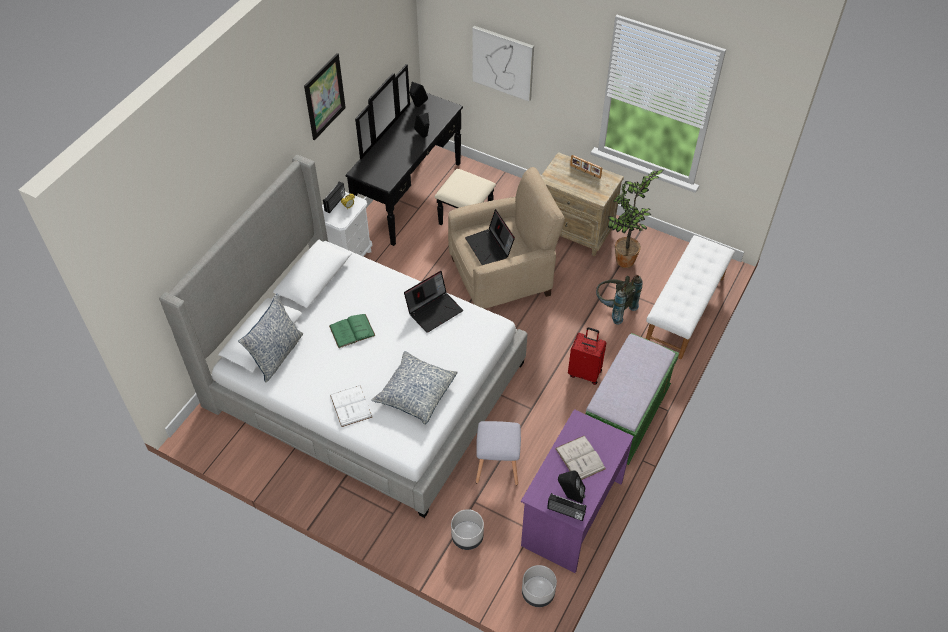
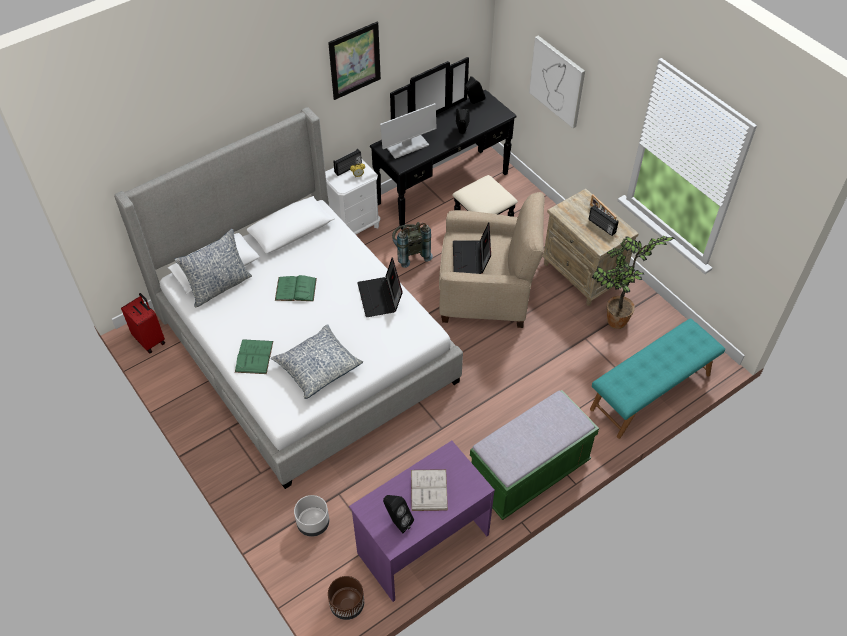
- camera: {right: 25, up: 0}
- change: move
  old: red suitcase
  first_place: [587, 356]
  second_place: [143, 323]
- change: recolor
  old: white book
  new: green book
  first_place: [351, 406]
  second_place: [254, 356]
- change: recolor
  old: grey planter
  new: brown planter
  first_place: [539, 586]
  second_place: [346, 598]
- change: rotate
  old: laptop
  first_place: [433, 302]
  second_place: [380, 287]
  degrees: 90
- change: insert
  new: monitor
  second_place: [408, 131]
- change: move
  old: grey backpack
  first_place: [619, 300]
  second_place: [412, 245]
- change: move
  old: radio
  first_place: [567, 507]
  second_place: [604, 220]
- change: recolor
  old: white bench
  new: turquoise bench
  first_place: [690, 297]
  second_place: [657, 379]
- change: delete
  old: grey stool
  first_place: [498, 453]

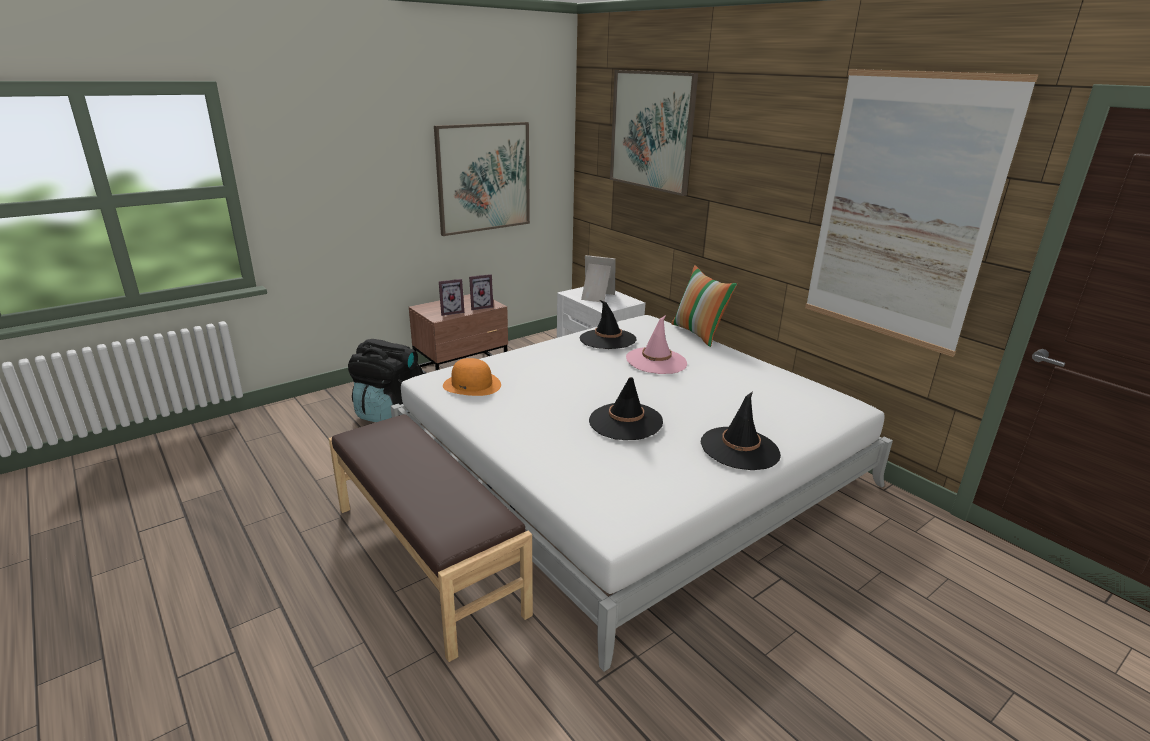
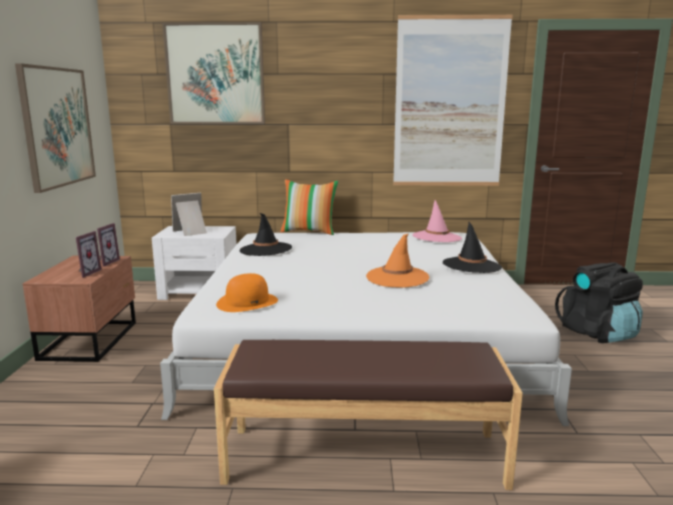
- camera: {right: -50, up: -10}
- change: recolor
  old: black hat
  new: orange hat
  first_place: [626, 408]
  second_place: [397, 261]
- change: move
  old: pink hat
  first_place: [656, 344]
  second_place: [437, 221]
- change: move
  old: black backpack
  first_place: [385, 380]
  second_place: [599, 302]

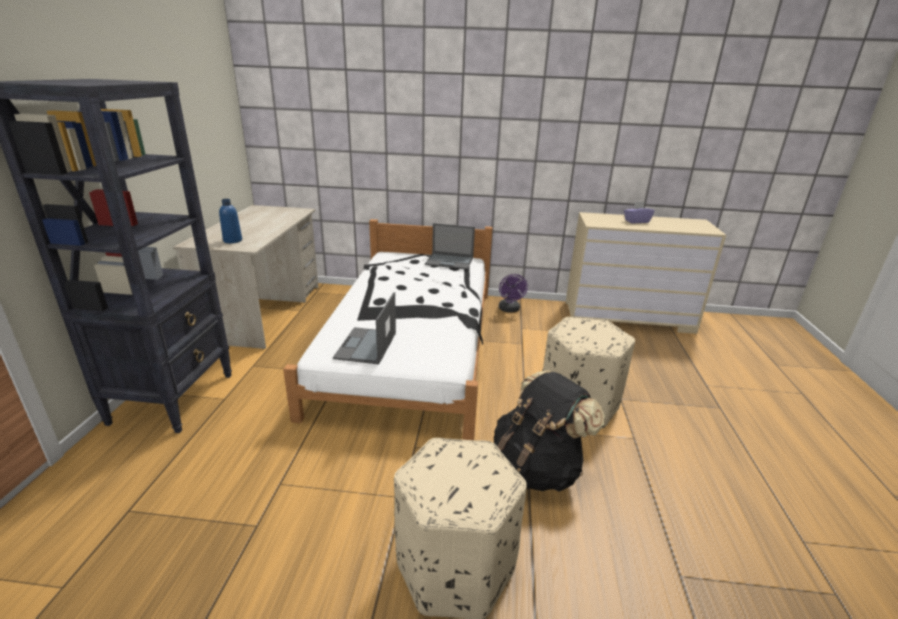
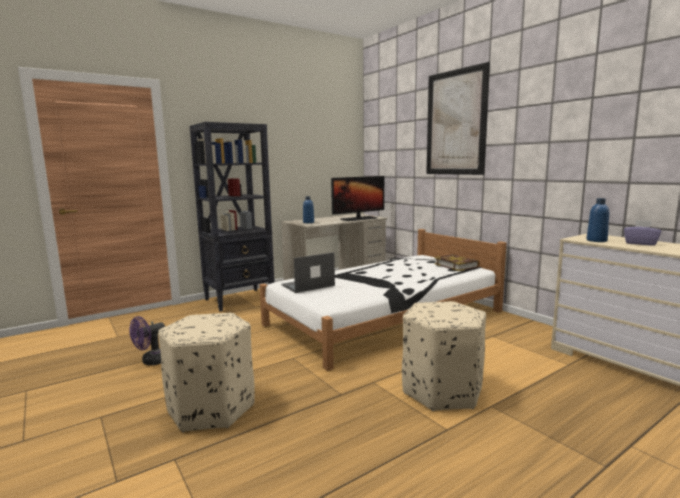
- camera: {right: 50, up: -15}
- change: move
  old: purple fan
  first_place: [513, 293]
  second_place: [147, 340]
- change: insert
  new: monitor
  second_place: [357, 198]
- change: insert
  new: picture
  second_place: [458, 118]
- change: replace
  old: laptop
  new: book
  first_place: [450, 246]
  second_place: [457, 262]
- change: insert
  new: blue bottle
  second_place: [597, 220]
- change: delete
  old: black backpack
  first_place: [549, 430]

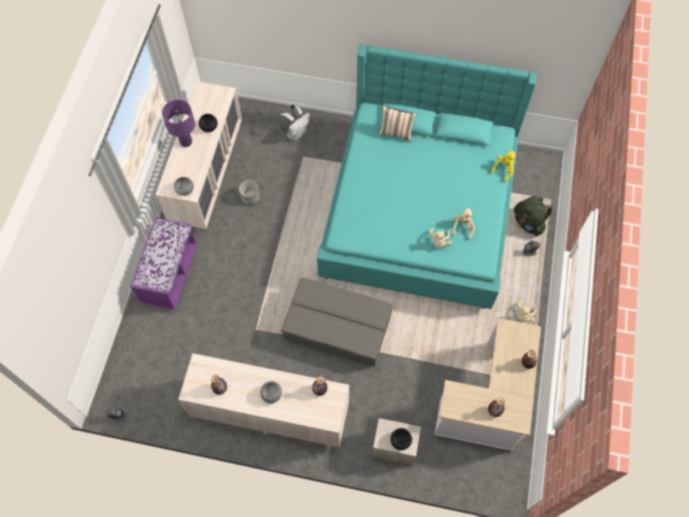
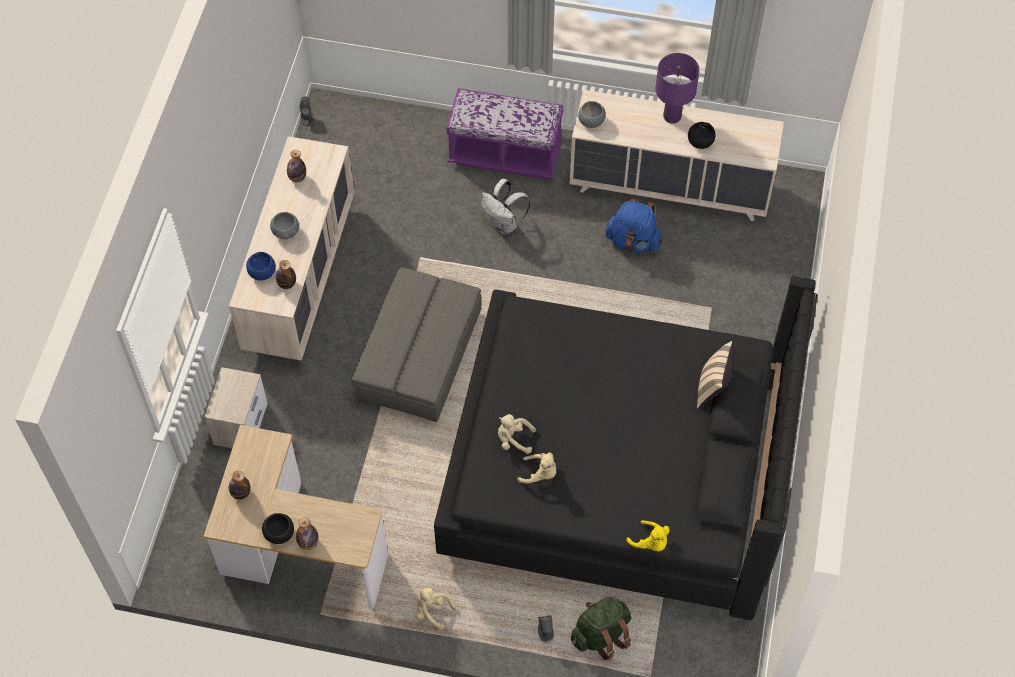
- camera: {right: 90, up: -5}
- change: insert
  new: blue bowl
  second_place: [261, 266]
- change: move
  old: black bowl
  first_place: [401, 439]
  second_place: [278, 528]
- change: recolor
  old: turquoise bed
  new: black bed
  first_place: [427, 176]
  second_place: [626, 448]
- change: move
  old: white backpack
  first_place: [294, 122]
  second_place: [505, 207]
- change: replace
  old: planter
  new: blue backpack
  first_place: [249, 192]
  second_place: [634, 225]

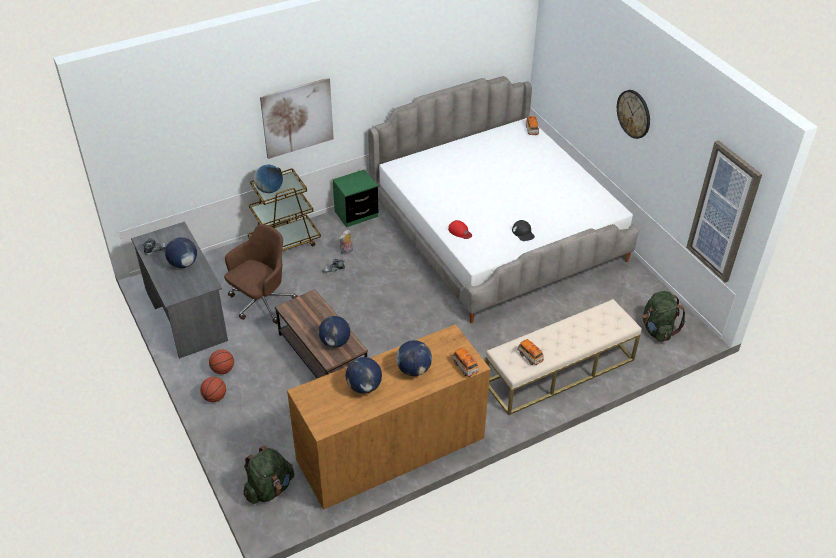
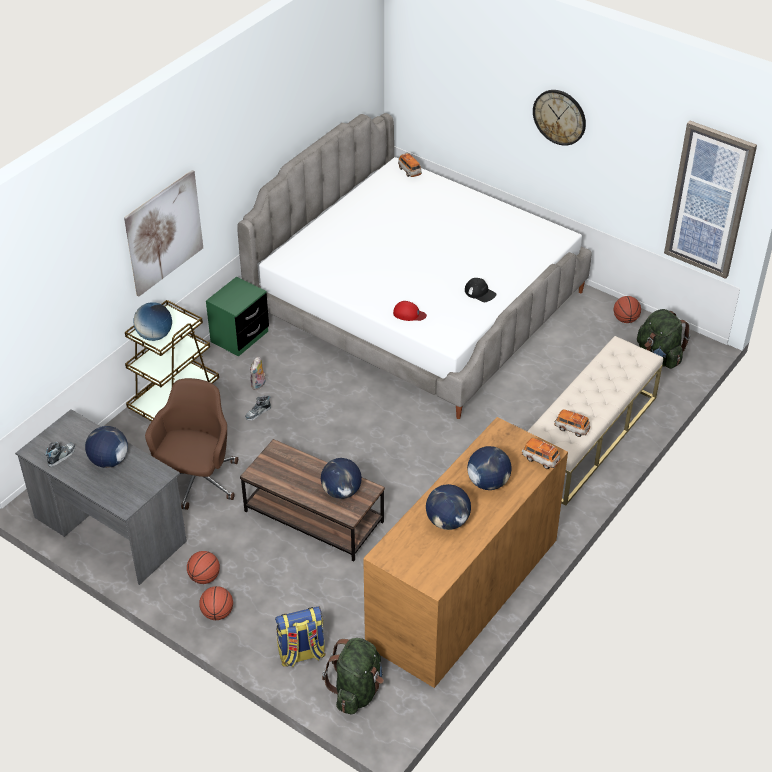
- camera: {right: -25, up: 0}
- change: insert
  new: backpack
  second_place: [300, 637]
- change: insert
  new: basketball
  second_place: [627, 309]

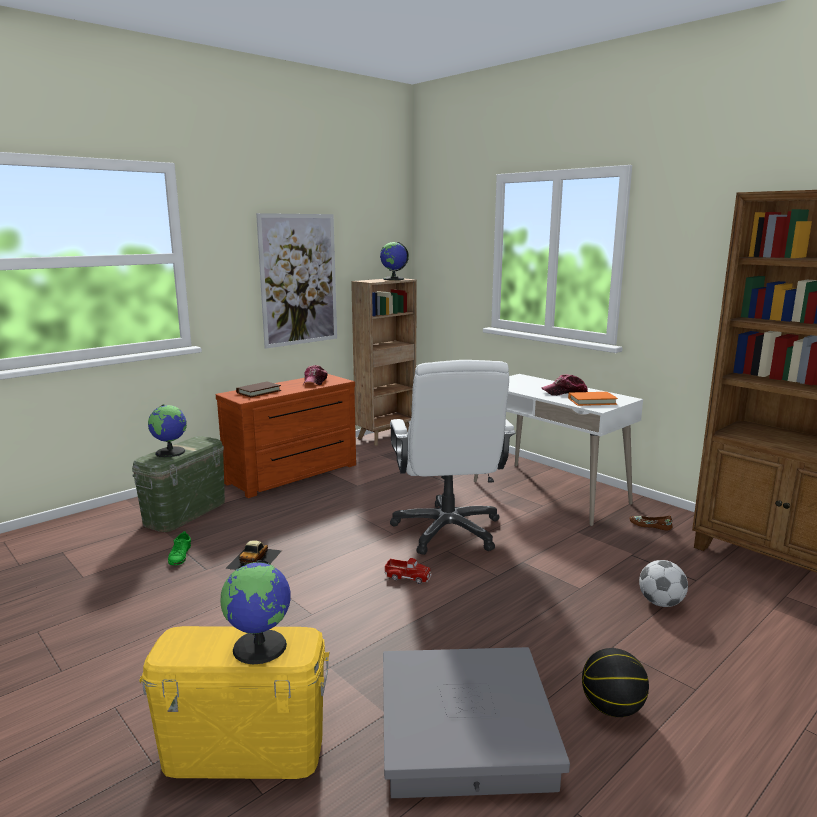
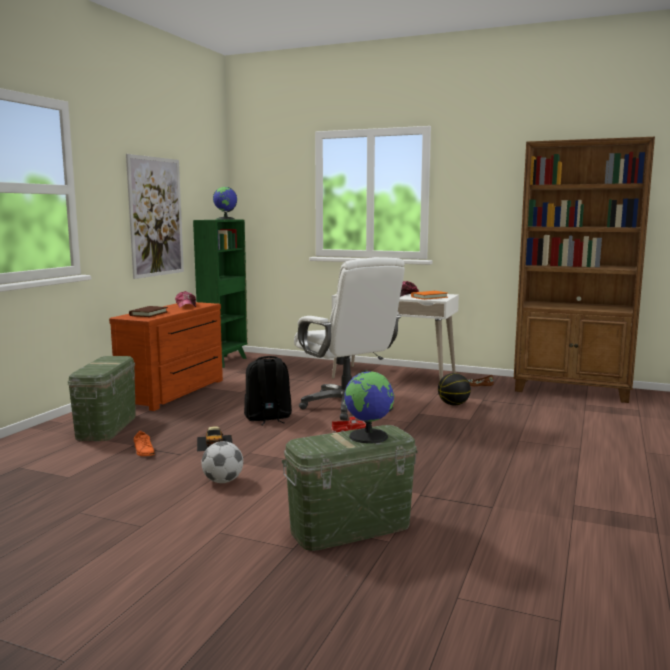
- camera: {right: -25, up: -5}
- change: recolor
  old: green shoe
  new: orange shoe
  first_place: [179, 548]
  second_place: [144, 443]
- change: recolor
  old: brown bookcase
  new: green bookcase
  first_place: [384, 362]
  second_place: [220, 294]
- change: move
  old: football
  first_place: [663, 583]
  second_place: [222, 462]
- change: insert
  new: black backpack
  second_place: [268, 390]
- change: recolor
  old: yellow storage box
  new: green storage box
  first_place: [234, 702]
  second_place: [350, 488]
- change: move
  old: basketball
  first_place: [615, 682]
  second_place: [454, 389]
- change: delete
  old: globe
  first_place: [167, 430]
- change: delete
  old: grey storage box
  first_place: [476, 722]

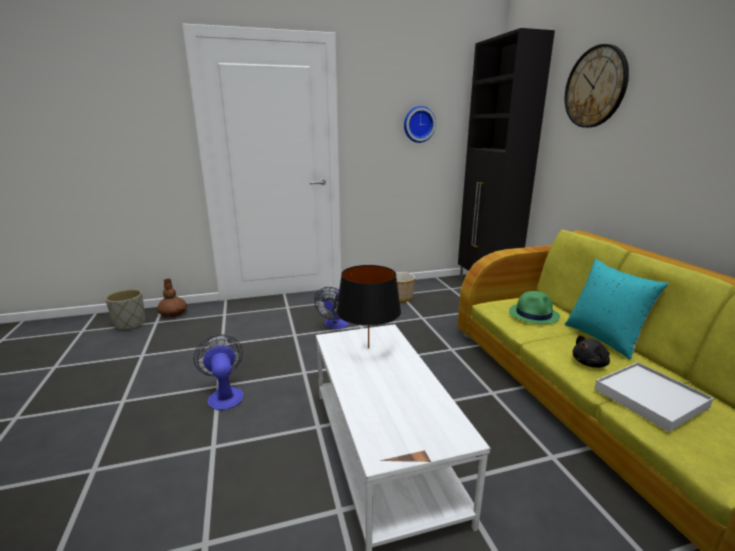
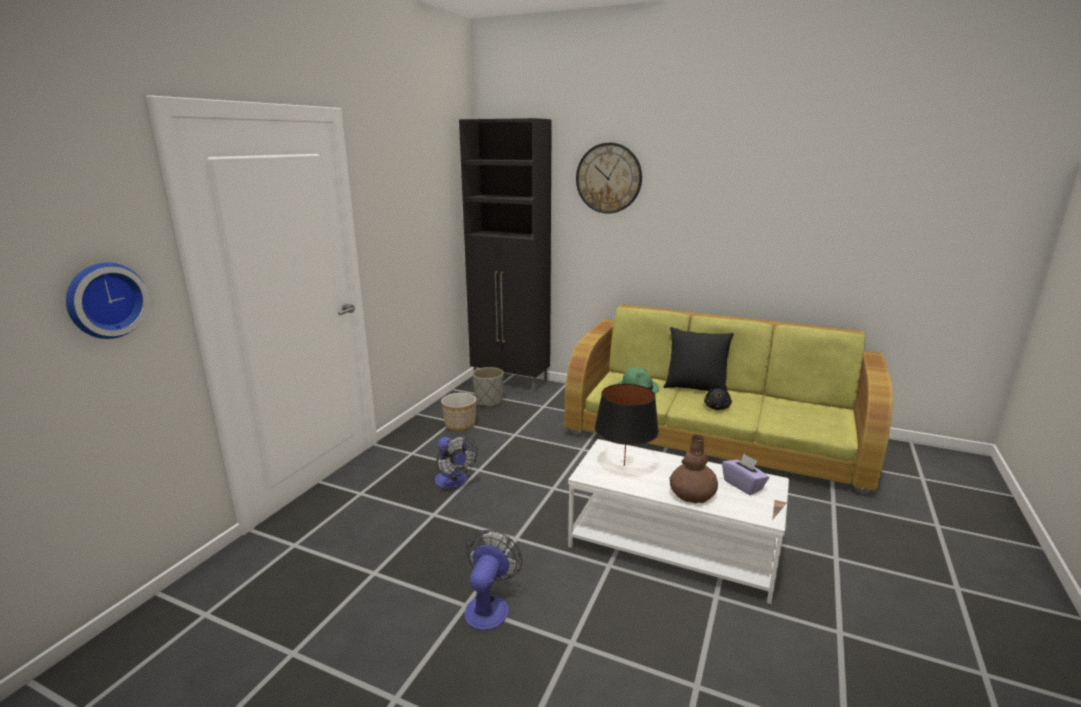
- camera: {right: -50, up: 0}
- change: move
  old: wall clock
  first_place: [420, 124]
  second_place: [107, 301]
- change: rotate
  old: fan
  first_place: [218, 372]
  second_place: [493, 580]
  degrees: 90
- change: move
  old: grey planter
  first_place: [125, 309]
  second_place: [487, 387]
- change: recolor
  old: turquoise pillow
  new: black pillow
  first_place: [617, 309]
  second_place: [698, 359]
- change: move
  old: brown vase
  first_place: [172, 298]
  second_place: [693, 469]
- change: insert
  new: purple tissue box
  second_place: [745, 474]
- change: delete
  old: white tray
  first_place: [654, 397]

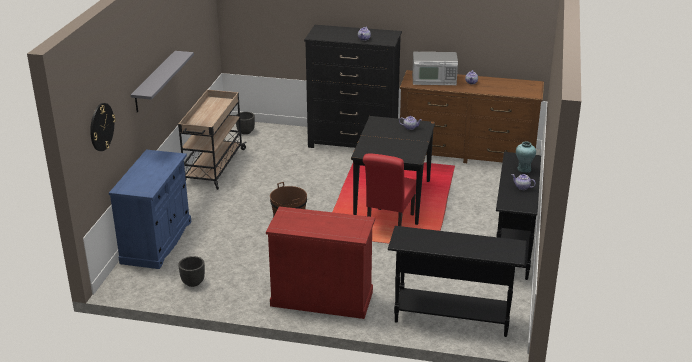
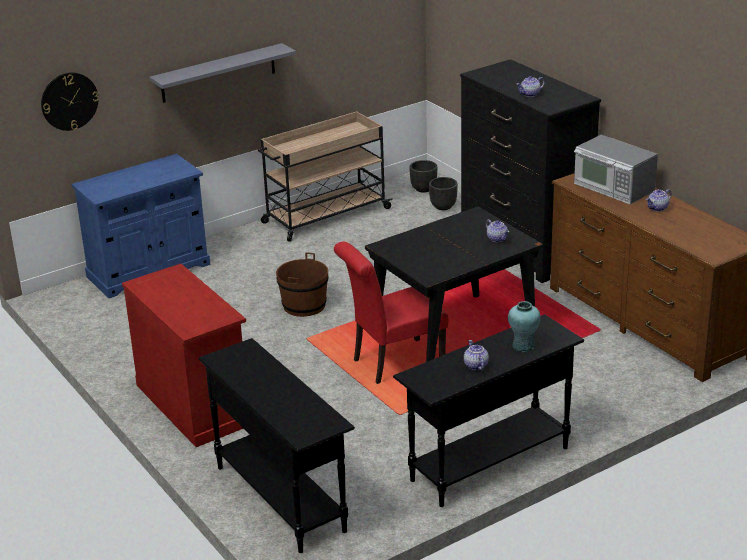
- camera: {right: 45, up: 0}
- change: move
  old: black planter
  first_place: [191, 271]
  second_place: [443, 193]

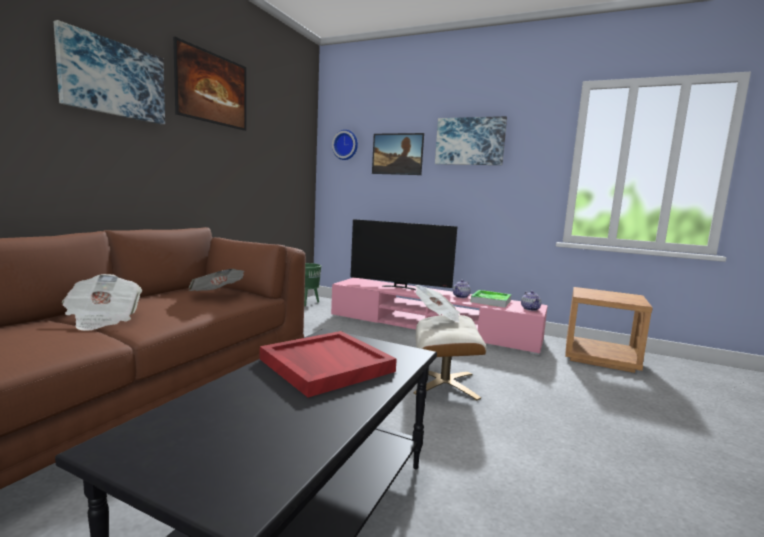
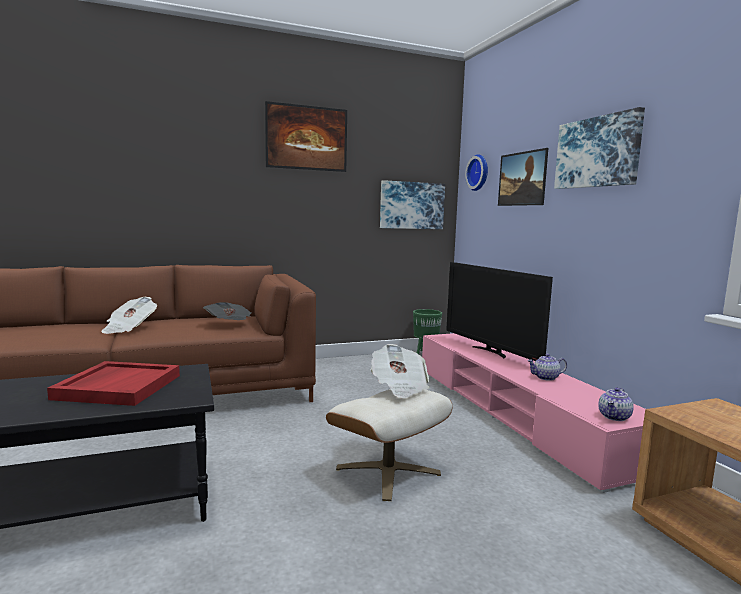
- camera: {right: 45, up: 0}
- change: move
  old: picture
  first_place: [109, 72]
  second_place: [412, 204]
- change: delete
  old: tray
  first_place: [491, 298]

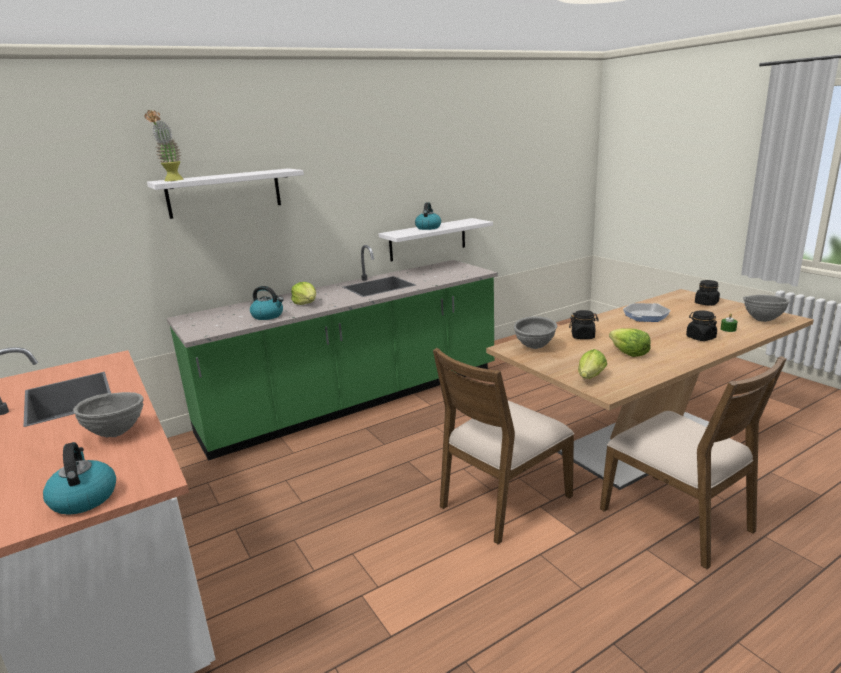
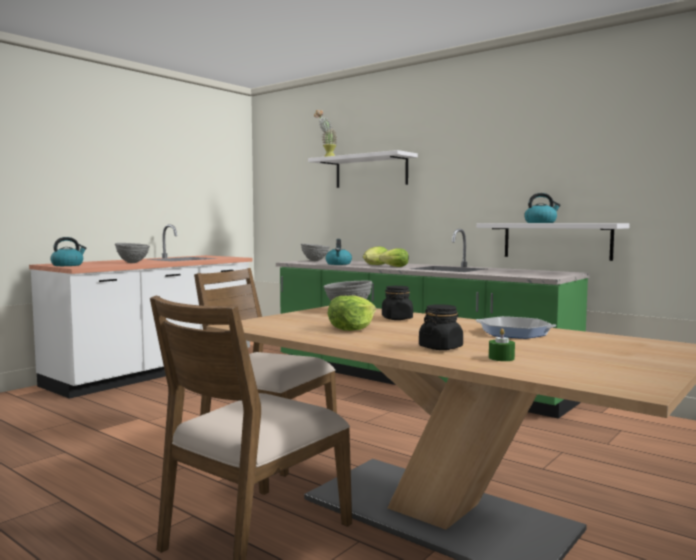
- camera: {right: 70, up: -15}
- change: move
  old: grey bowl
  first_place: [766, 308]
  second_place: [315, 252]
- change: move
  old: lettuce
  first_place: [592, 364]
  second_place: [394, 257]
- change: delete
  old: black jar
  first_place: [707, 293]

